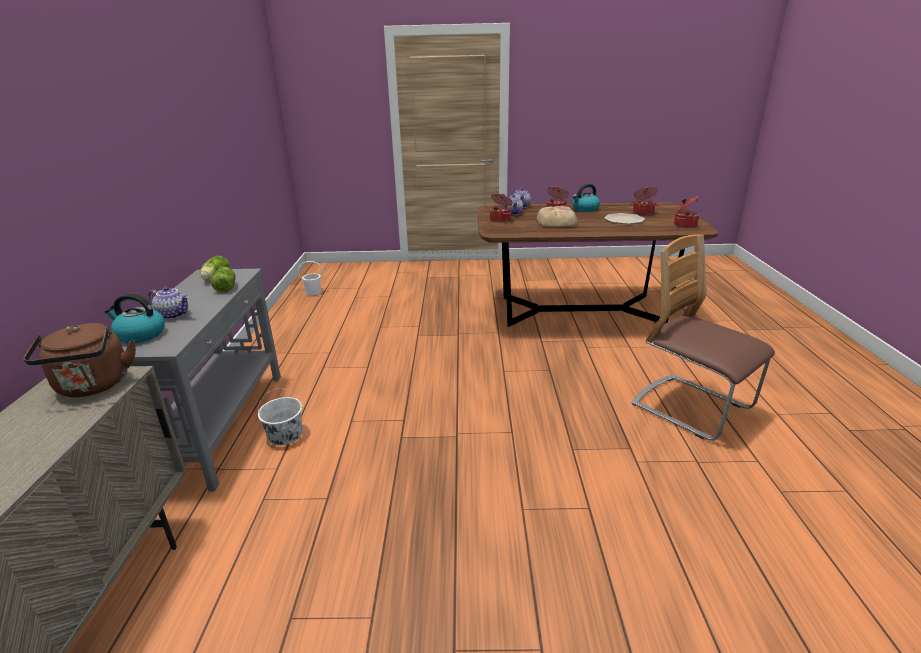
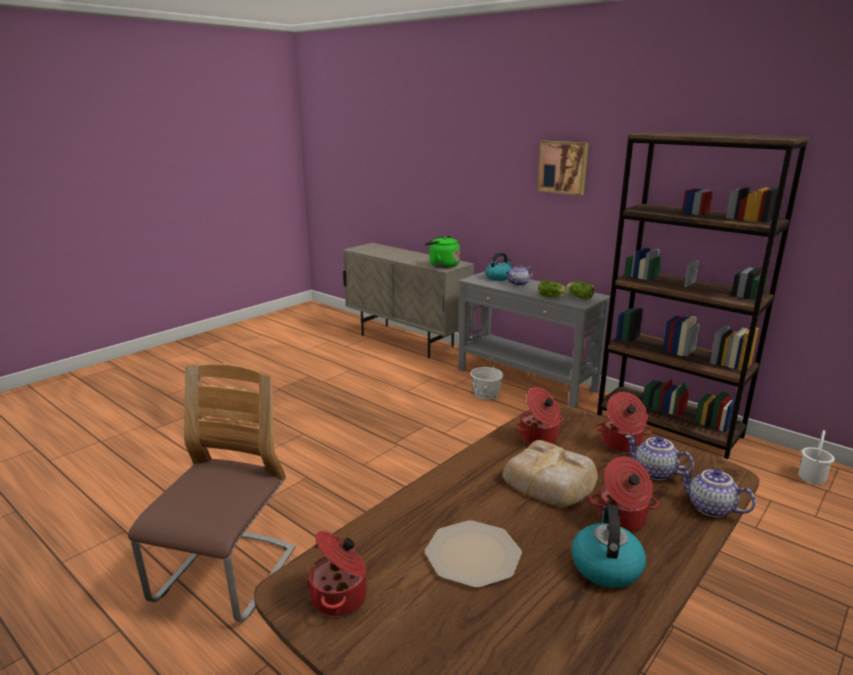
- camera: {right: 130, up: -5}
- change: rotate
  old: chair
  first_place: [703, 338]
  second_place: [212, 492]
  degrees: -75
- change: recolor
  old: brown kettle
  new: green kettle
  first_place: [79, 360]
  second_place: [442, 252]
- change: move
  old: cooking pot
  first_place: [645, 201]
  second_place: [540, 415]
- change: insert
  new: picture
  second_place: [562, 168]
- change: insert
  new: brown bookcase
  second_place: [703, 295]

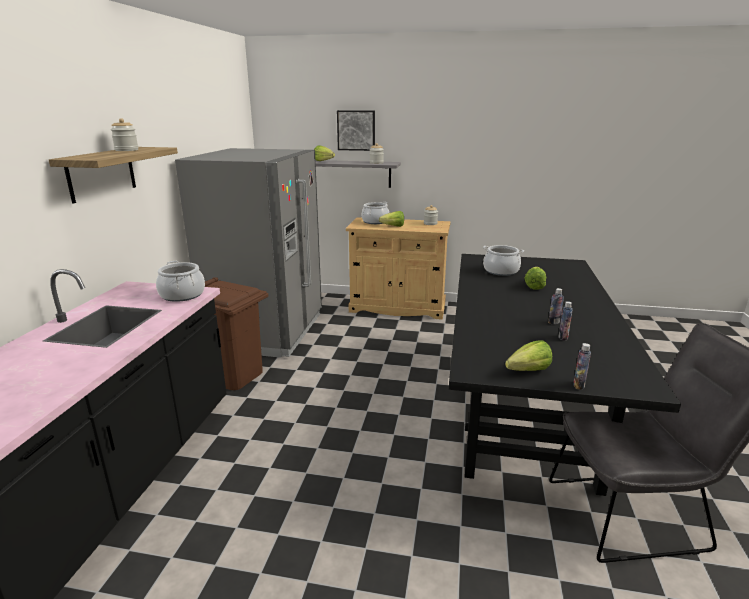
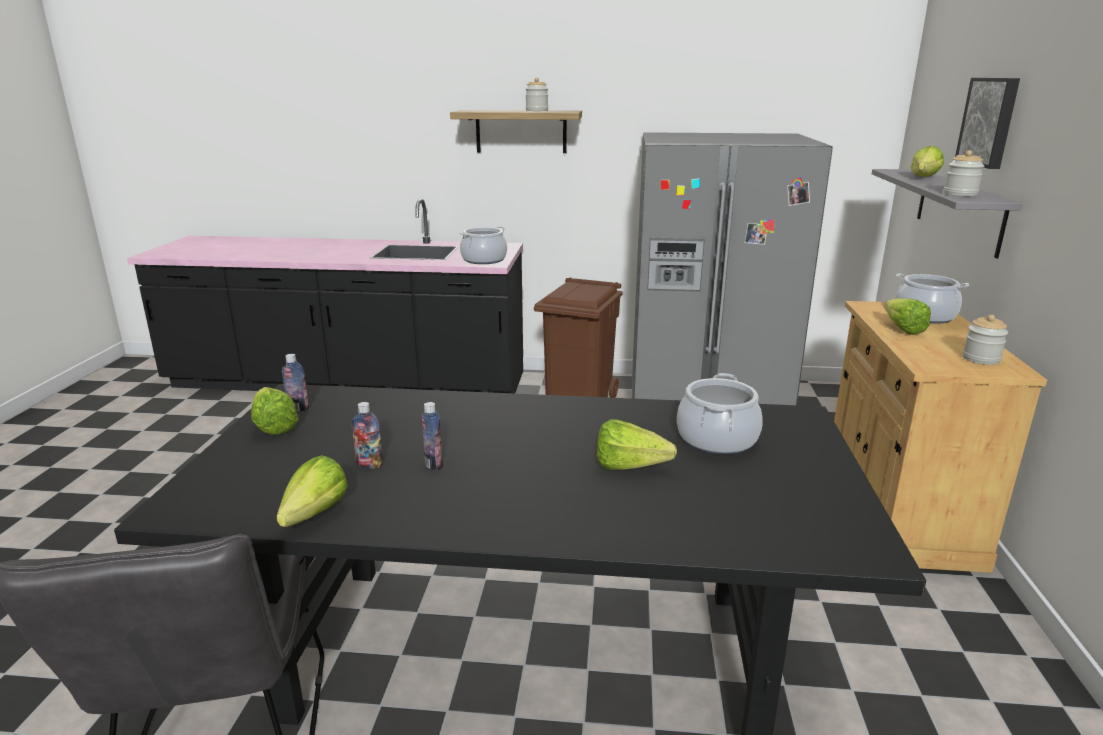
- camera: {right: 85, up: 0}
- change: insert
  new: lettuce
  second_place: [312, 491]
- change: move
  old: bottle
  first_place: [582, 366]
  second_place: [295, 383]

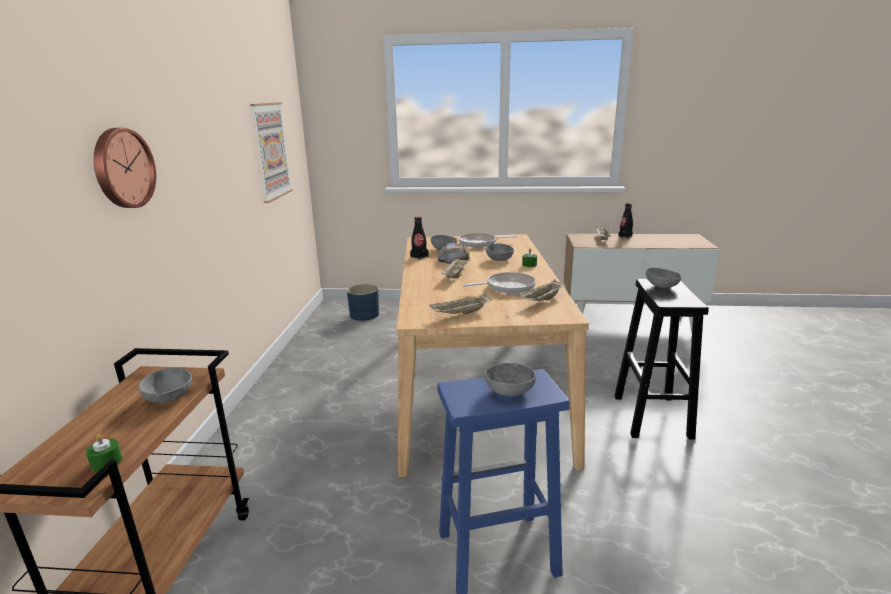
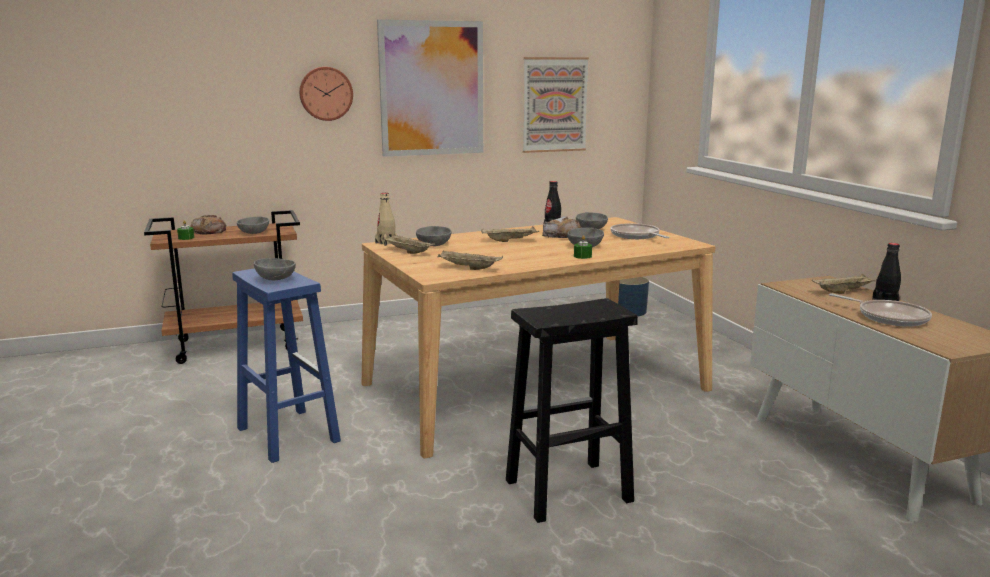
- camera: {right: 65, up: -5}
- change: insert
  new: bread
  second_place: [208, 225]
- change: insert
  new: beige bottle
  second_place: [386, 219]
- change: insert
  new: picture
  second_place: [430, 88]
- change: move
  old: grey bowl
  first_place: [663, 278]
  second_place: [434, 236]
- change: move
  old: frying pan
  first_place: [499, 283]
  second_place: [880, 310]

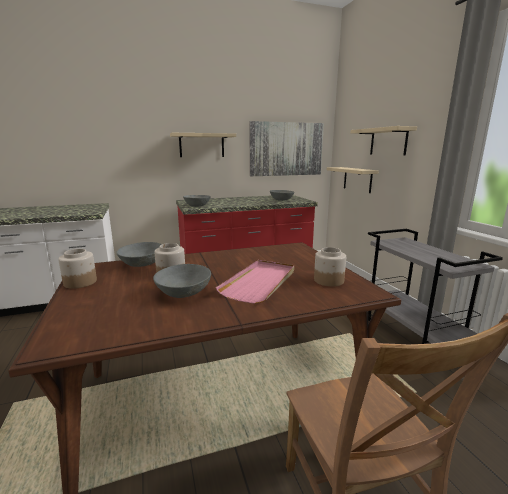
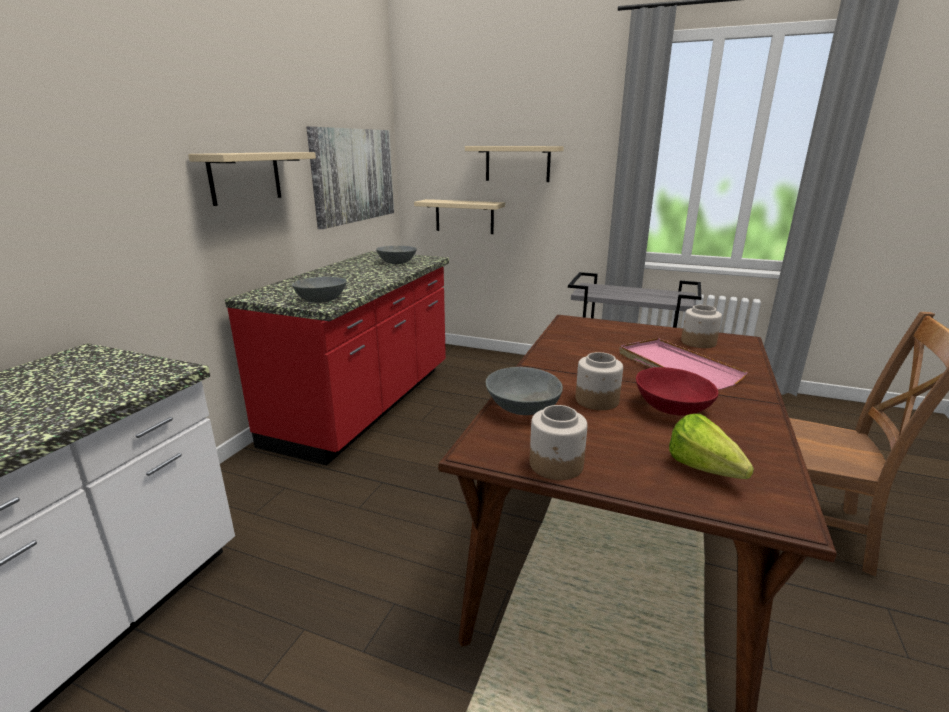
- camera: {right: -50, up: 5}
- change: recolor
  old: grey bowl
  new: red bowl
  first_place: [182, 281]
  second_place: [677, 391]
- change: insert
  new: lettuce
  second_place: [711, 446]

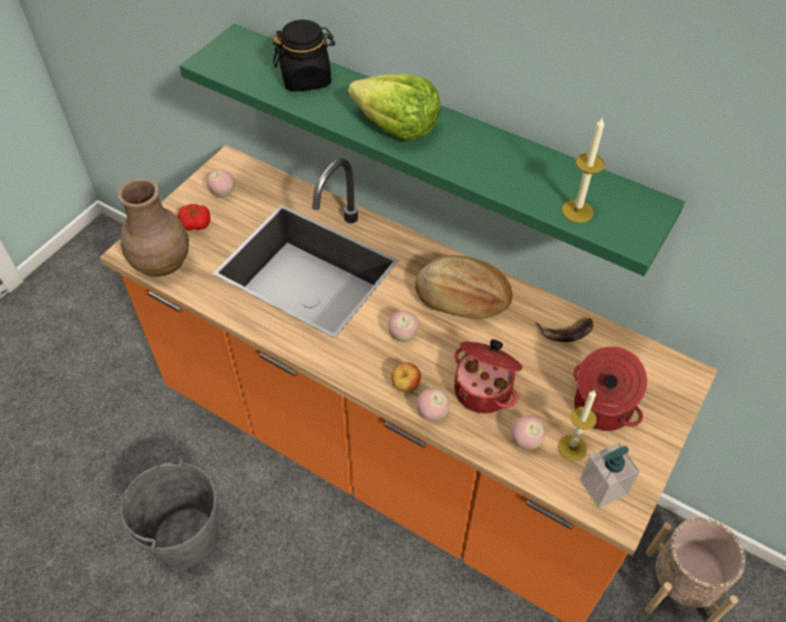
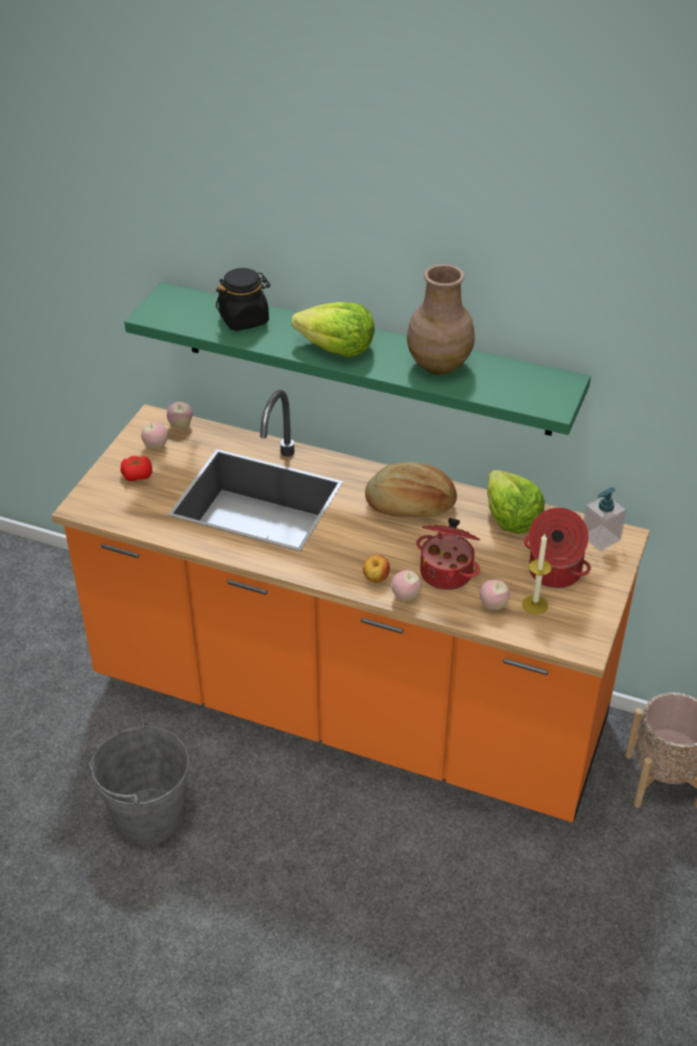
- camera: {right: -10, up: -10}
- change: move
  old: apple
  first_place: [403, 326]
  second_place: [180, 415]
- change: move
  old: brown vase
  first_place: [153, 227]
  second_place: [441, 319]
- change: replace
  old: banana
  new: lettuce
  first_place: [564, 330]
  second_place: [516, 502]
- change: move
  old: soap dispenser
  first_place: [610, 475]
  second_place: [605, 519]
- change: delete
  old: candle
  first_place: [583, 170]

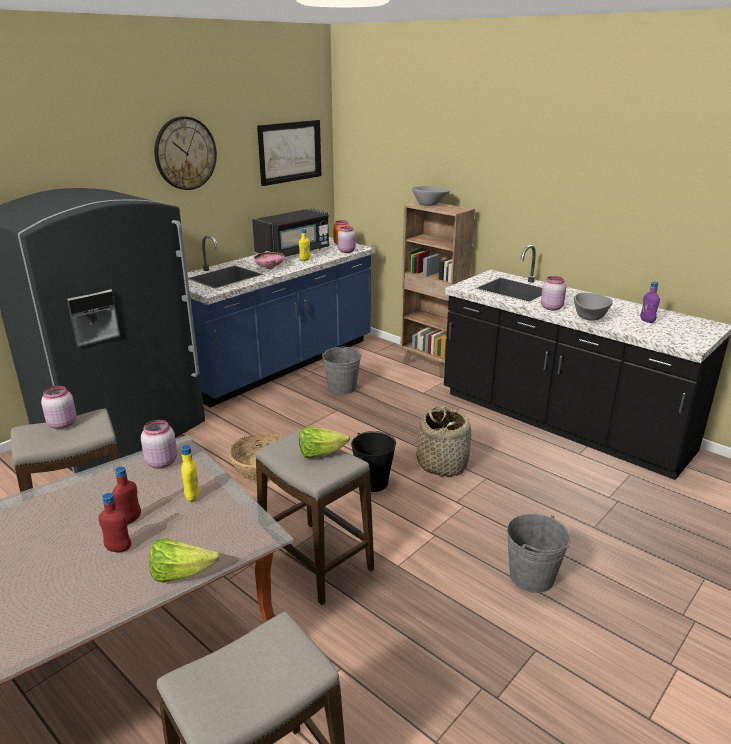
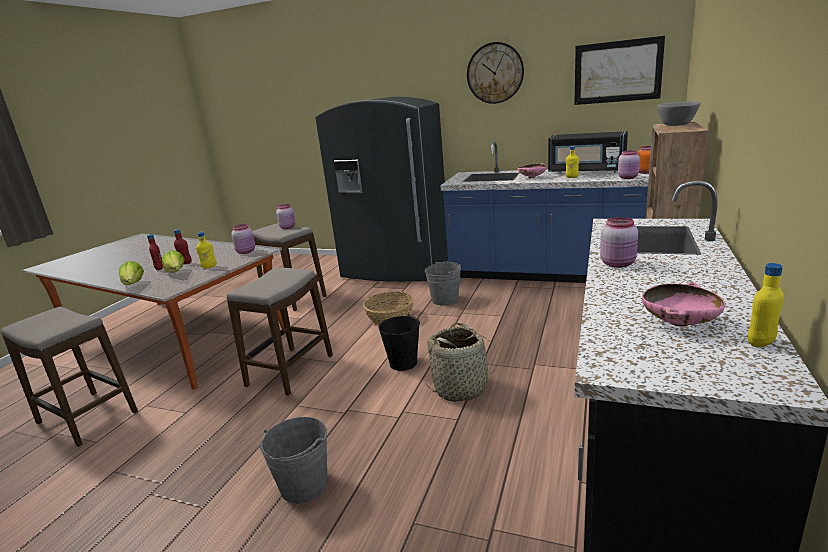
- camera: {right: 70, up: -5}
- change: move
  old: lettuce
  first_place: [324, 442]
  second_place: [173, 261]
- change: move
  old: grey bucket
  first_place: [342, 370]
  second_place: [443, 284]
- change: replace
  old: purple bottle
  new: pink bowl
  first_place: [650, 302]
  second_place: [683, 304]
- change: insert
  new: yellow bottle
  second_place: [765, 305]
- change: delete
  old: grey bowl
  first_place: [593, 306]

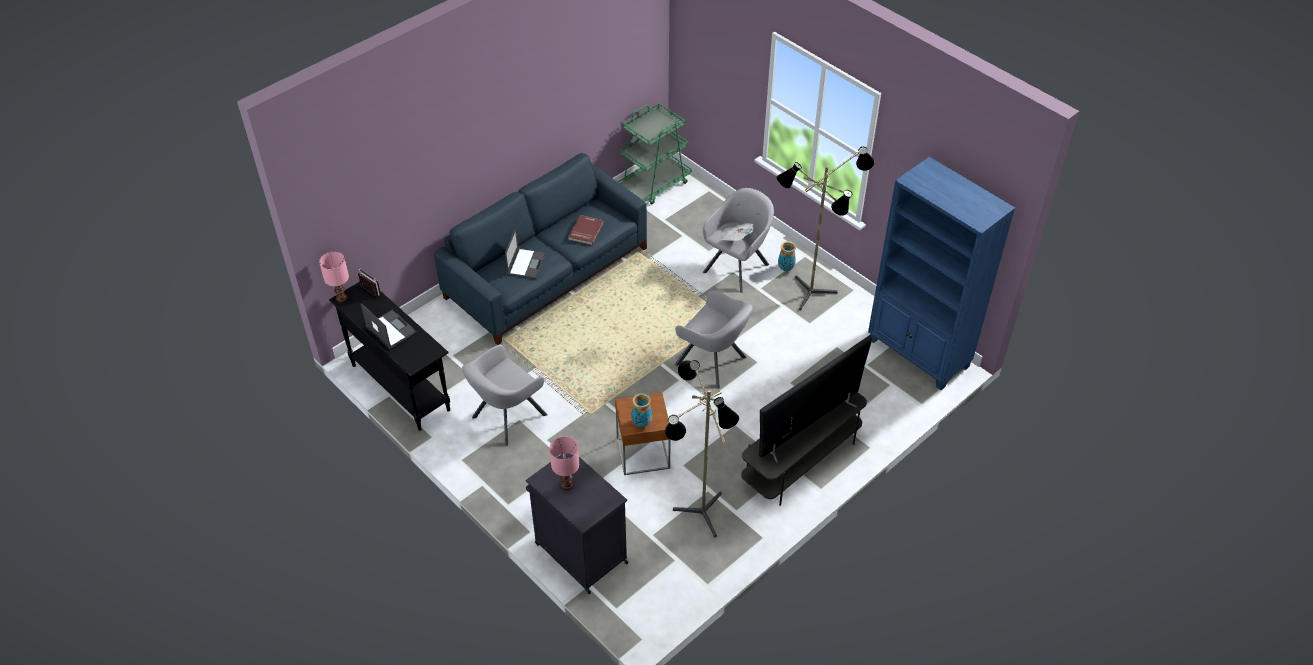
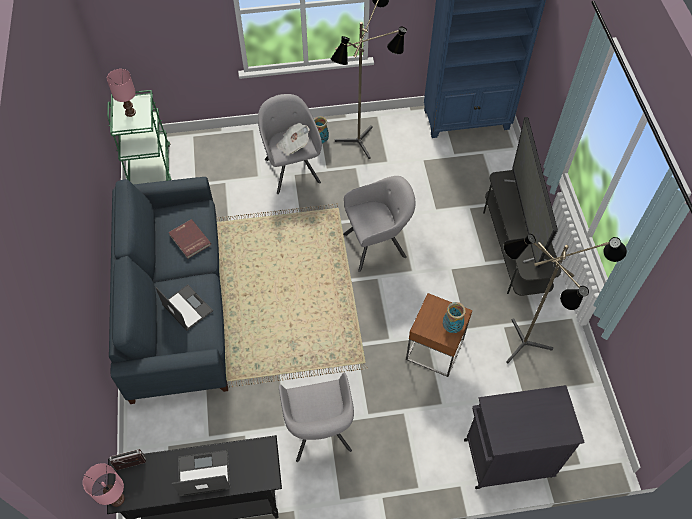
- camera: {right: -55, up: 10}
- change: move
  old: pink table lamp
  first_place: [564, 463]
  second_place: [121, 93]

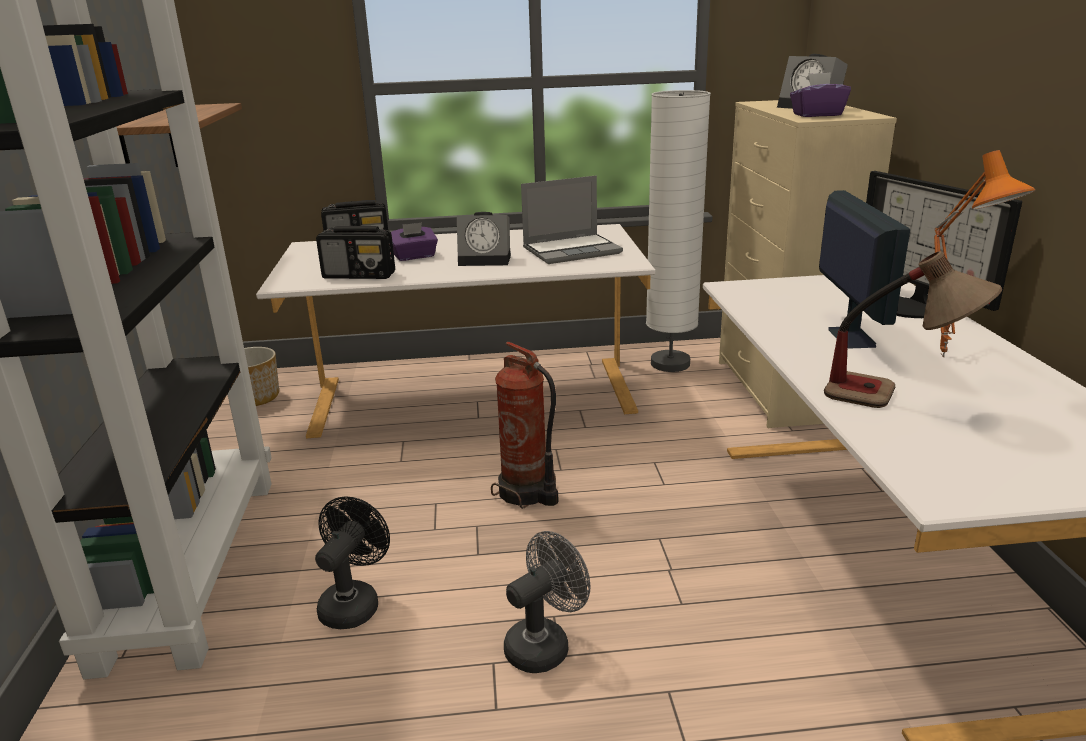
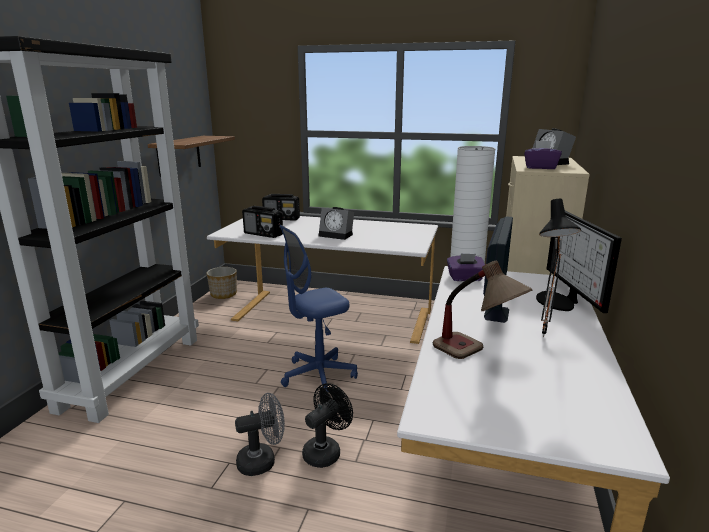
- camera: {right: 20, up: -5}
- change: replace
  old: fire extinguisher
  new: blue office chair
  first_place: [525, 425]
  second_place: [319, 308]
- change: move
  old: black fan
  first_place: [352, 563]
  second_place: [327, 425]
- change: move
  old: purple tissue box
  first_place: [414, 241]
  second_place: [466, 267]
- change: recolor
  old: orange table lamp
  new: black table lamp
  first_place: [984, 253]
  second_place: [560, 268]
- change: delete
  old: laptop
  first_place: [572, 219]

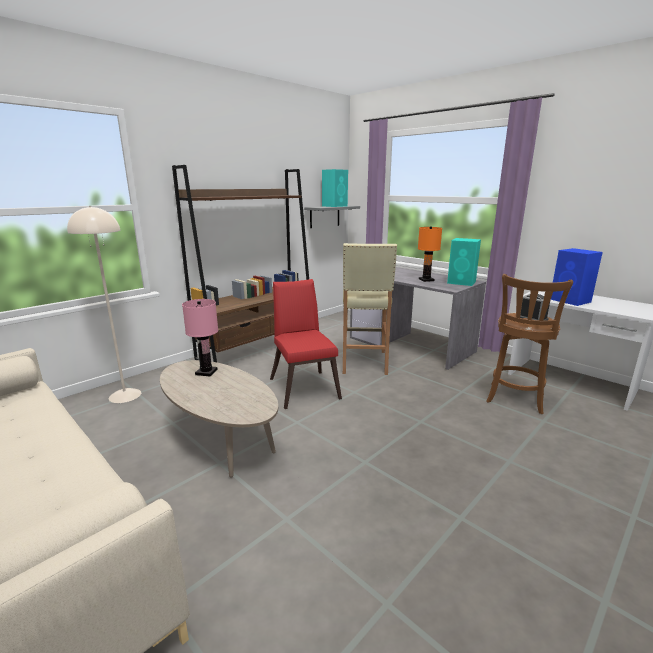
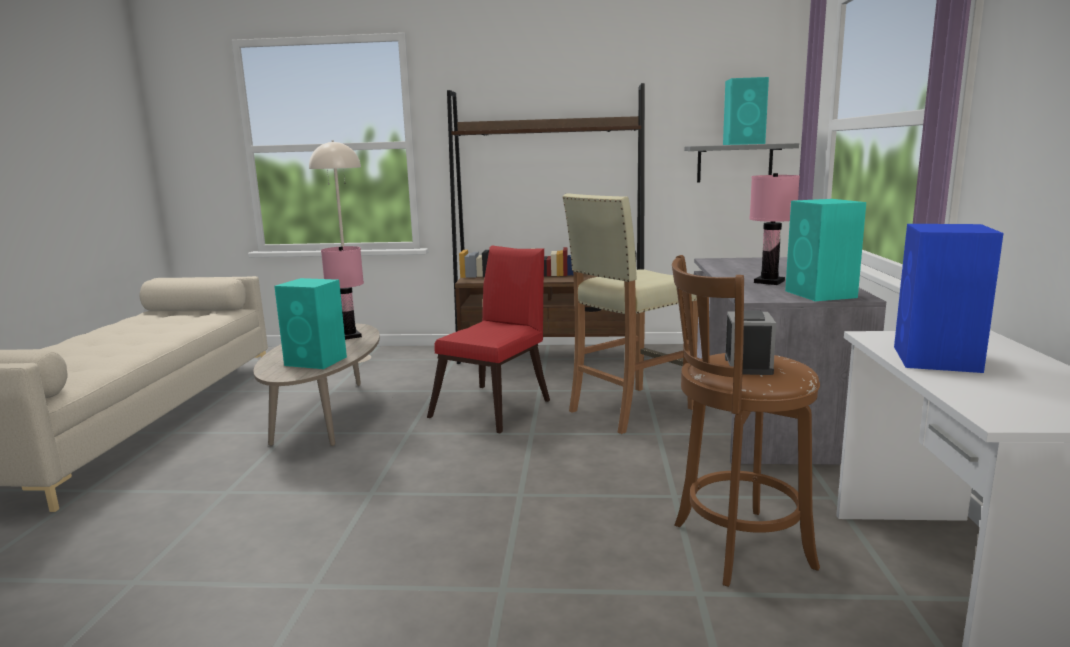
- camera: {right: 50, up: -5}
- change: insert
  new: turquoise speaker
  second_place: [310, 323]
- change: recolor
  old: orange table lamp
  new: pink table lamp
  first_place: [430, 254]
  second_place: [774, 229]

